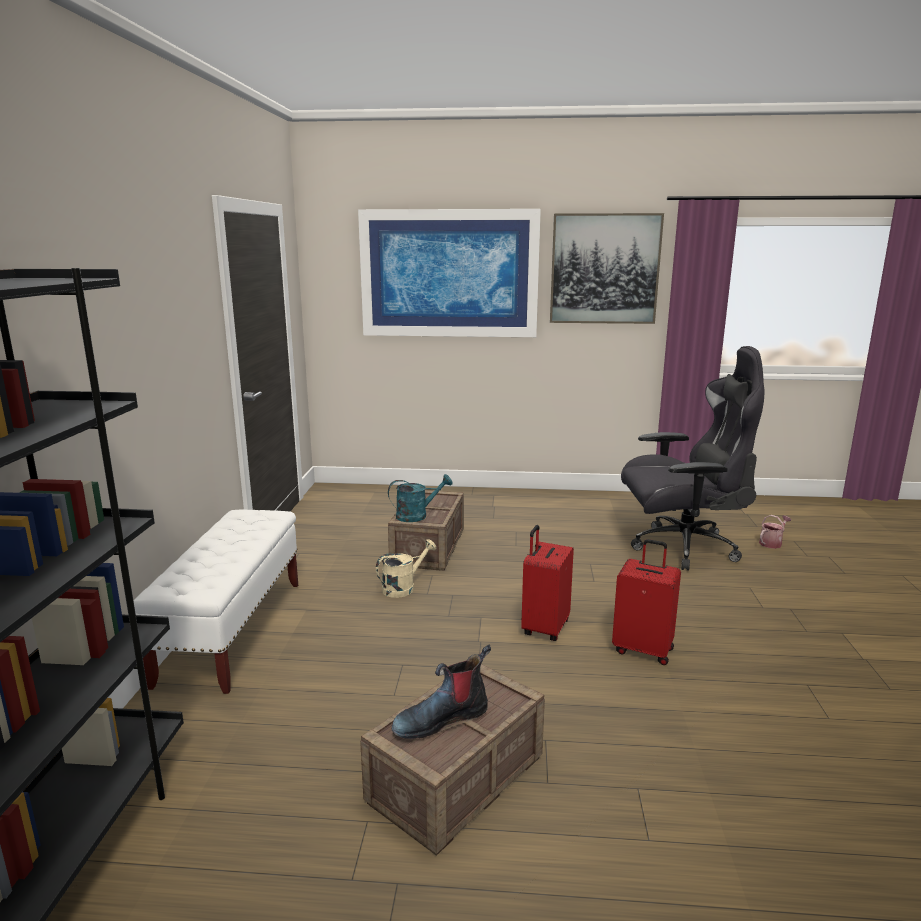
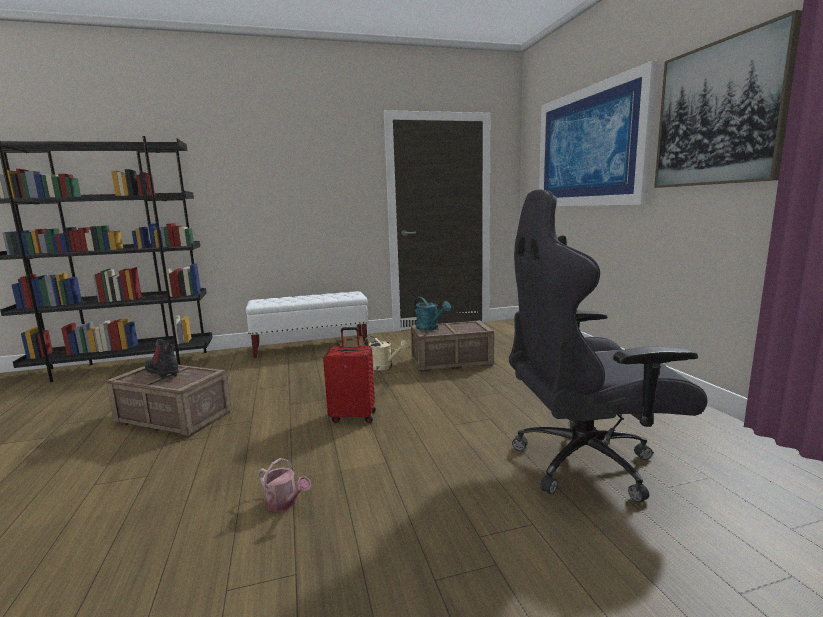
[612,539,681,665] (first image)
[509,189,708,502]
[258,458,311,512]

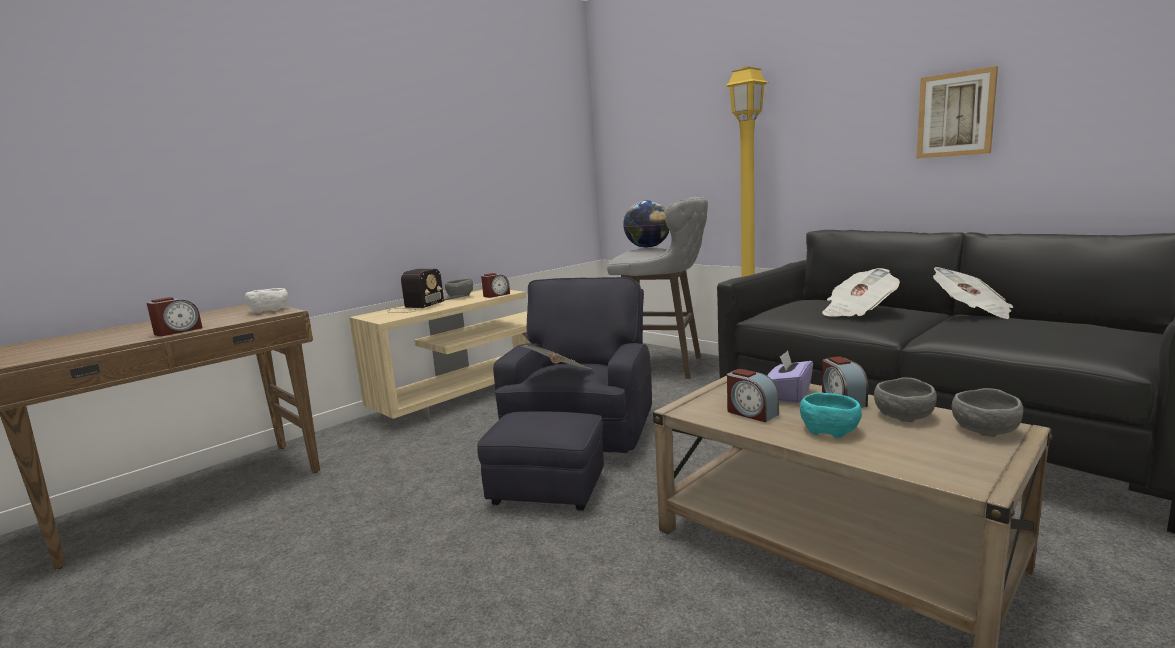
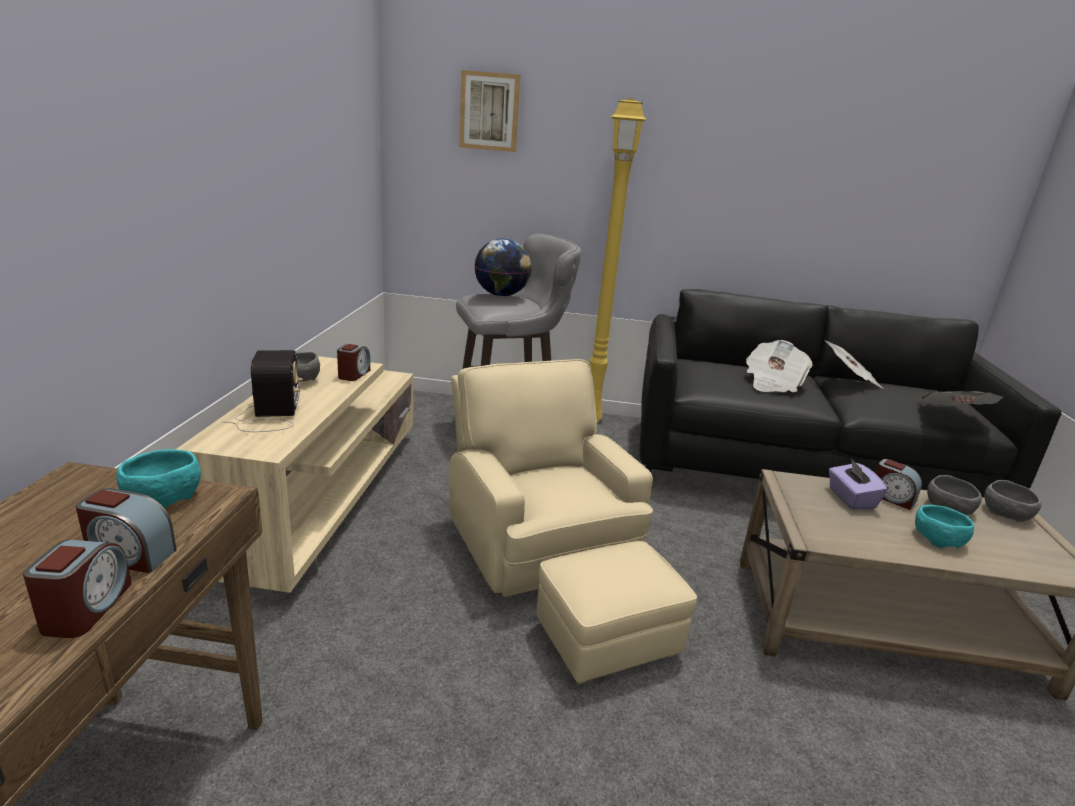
[116,449,201,509]
[449,359,697,685]
[918,391,1003,405]
[76,488,177,573]
[459,70,520,152]

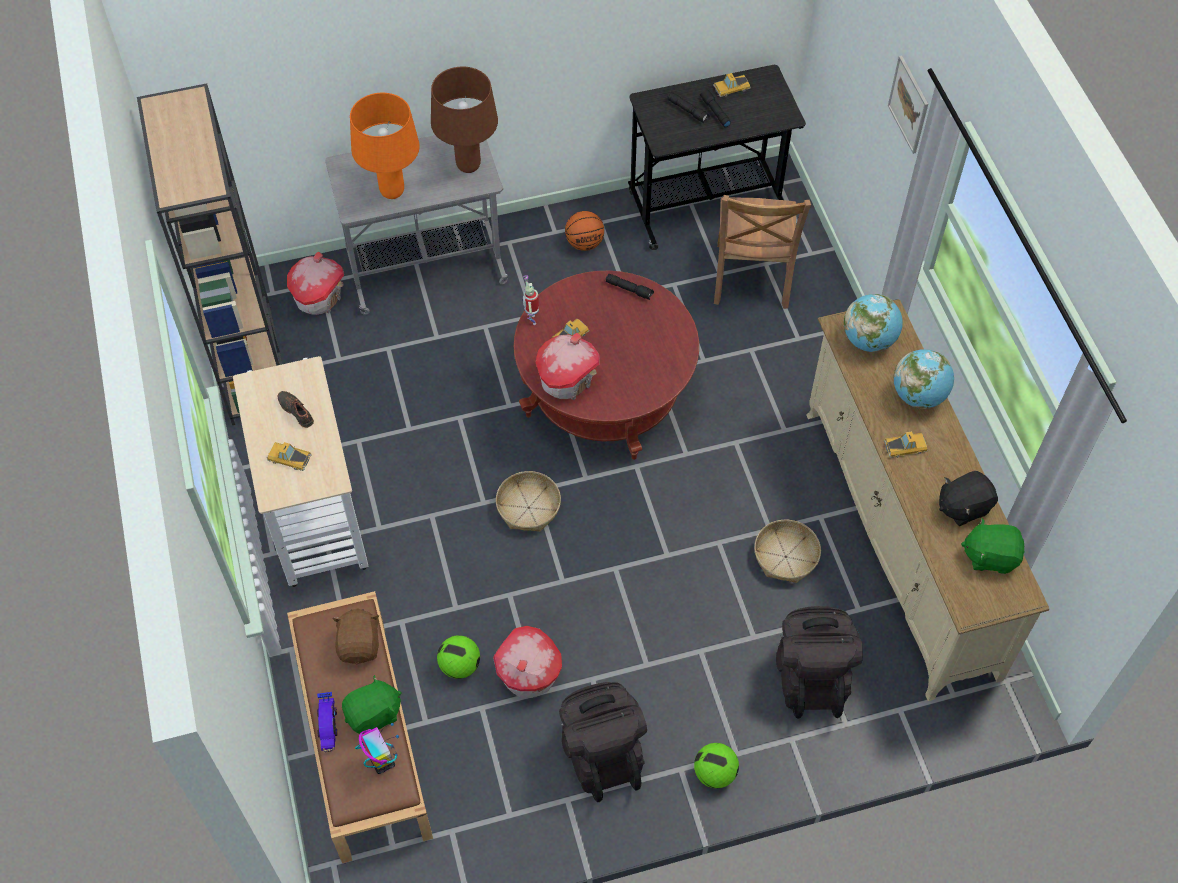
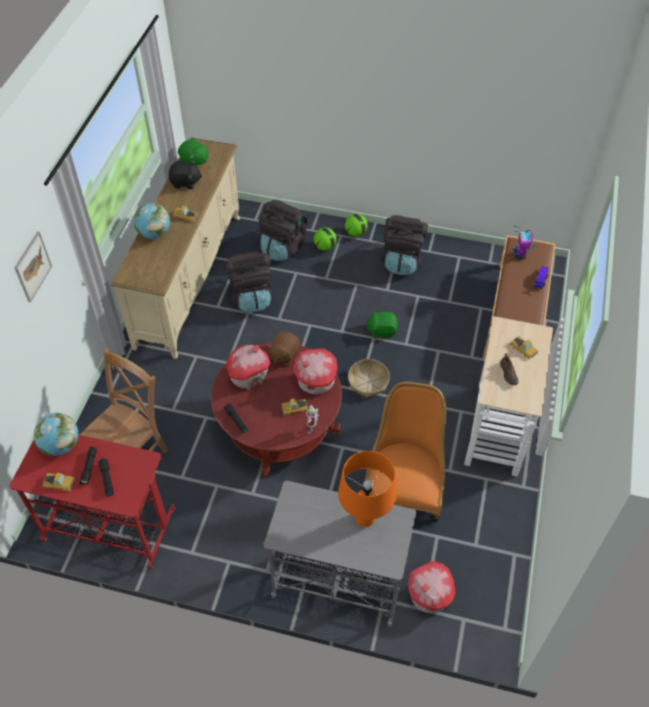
[137,84,282,425] (first image)
[267,332,300,366]
[365,310,398,338]
[431,67,498,173] (first image)
[314,227,337,251]
[227,345,270,390]
[565,211,604,251] (first image)
[10,434,176,569]
[224,251,272,313]
[34,413,78,456]
[365,382,446,522]

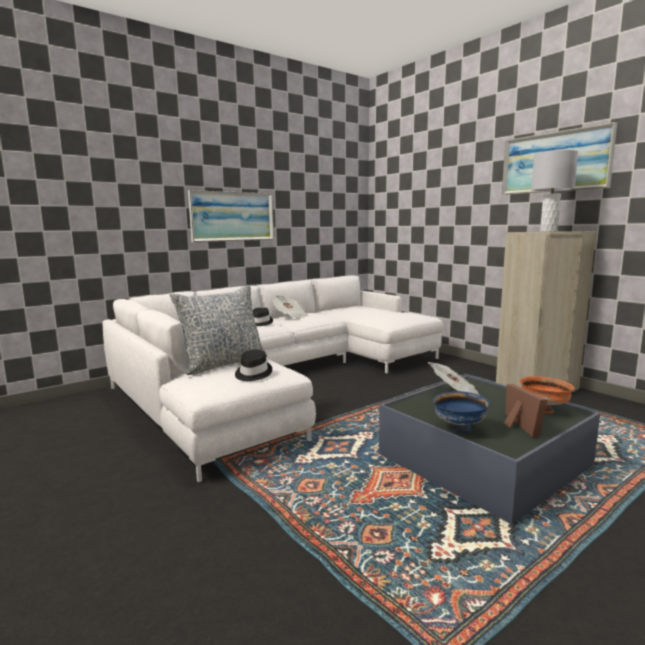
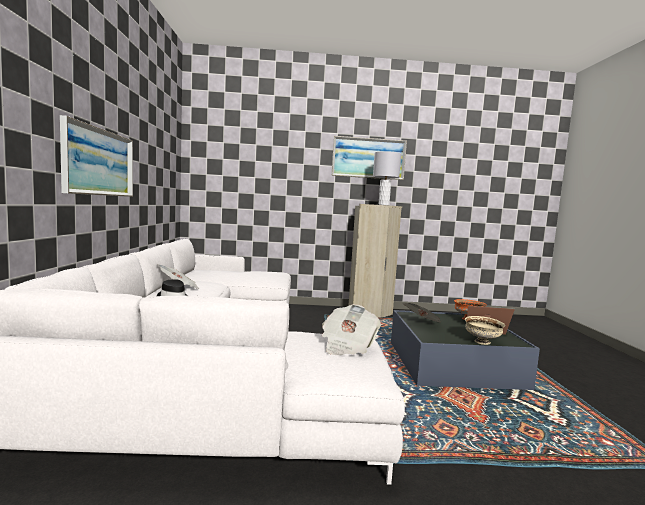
[169,285,268,375] (first image)
[322,304,381,355]
[465,316,505,345]

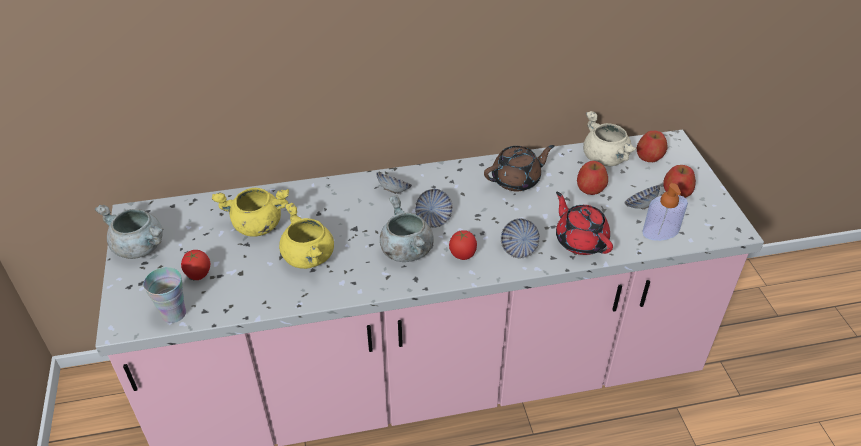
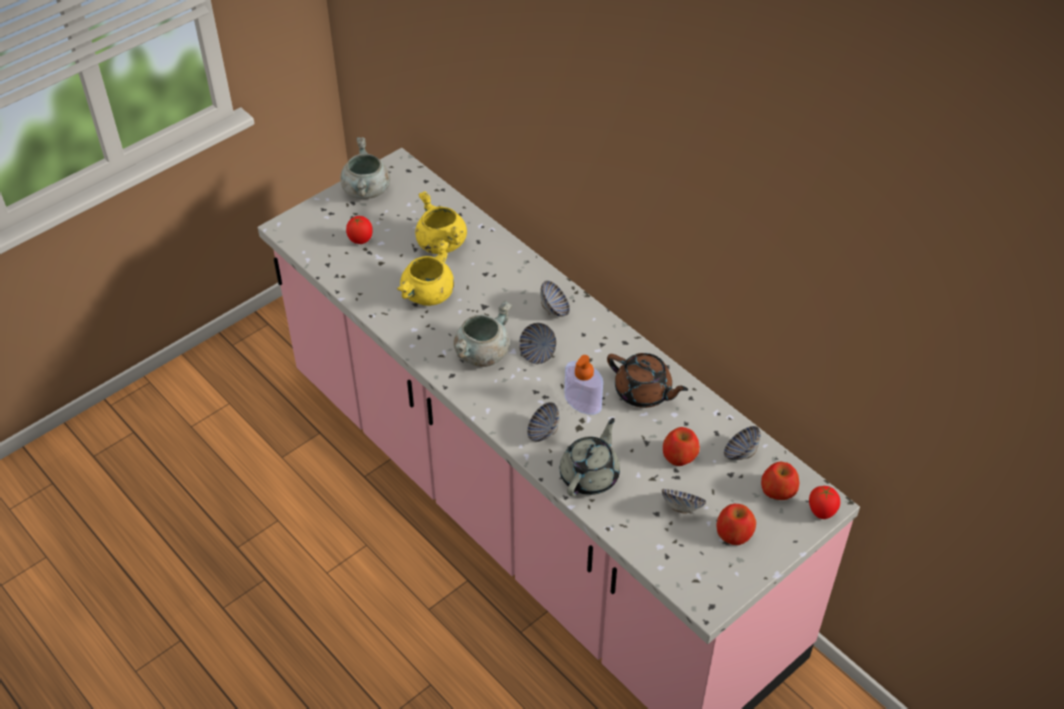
[143,267,186,323] (first image)
[809,486,840,519]
[560,418,620,496]
[724,426,761,460]
[564,355,603,415]

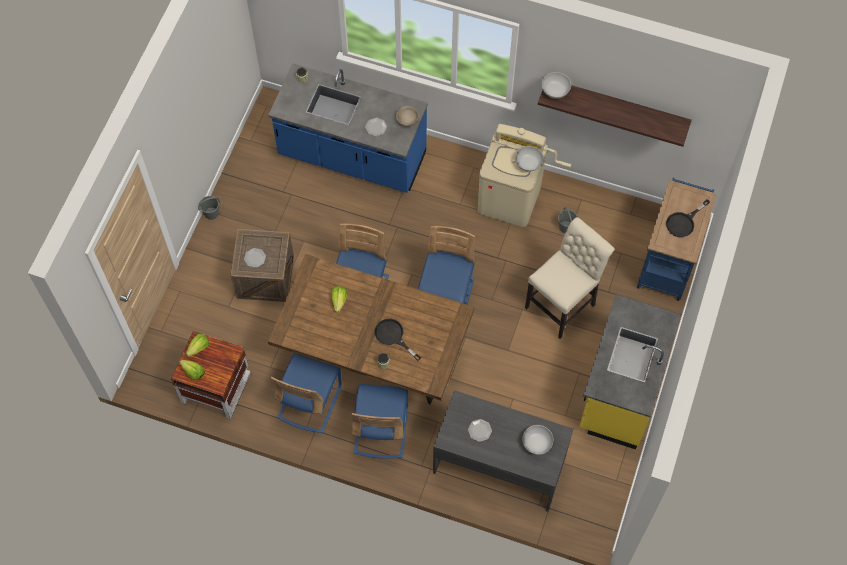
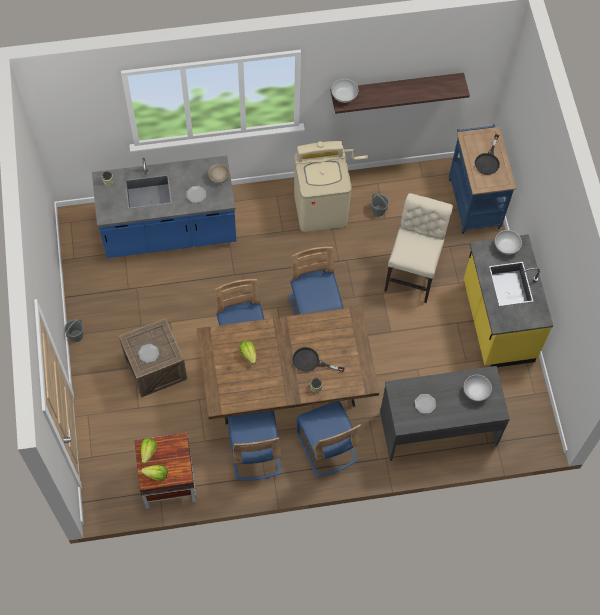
[495,230,522,255]

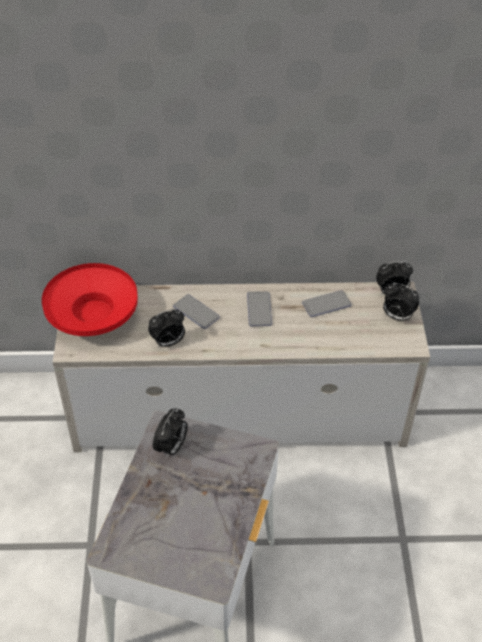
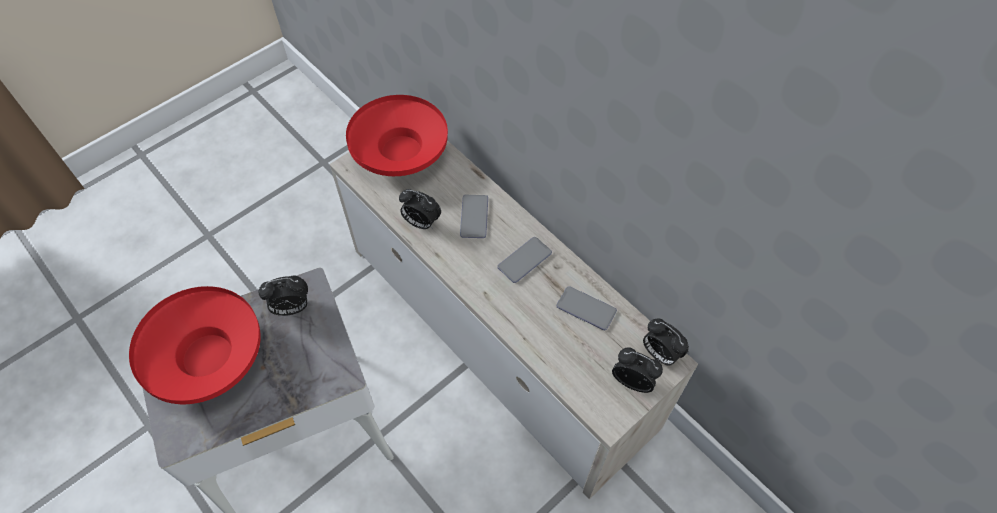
[612,347,663,393]
[129,286,261,404]

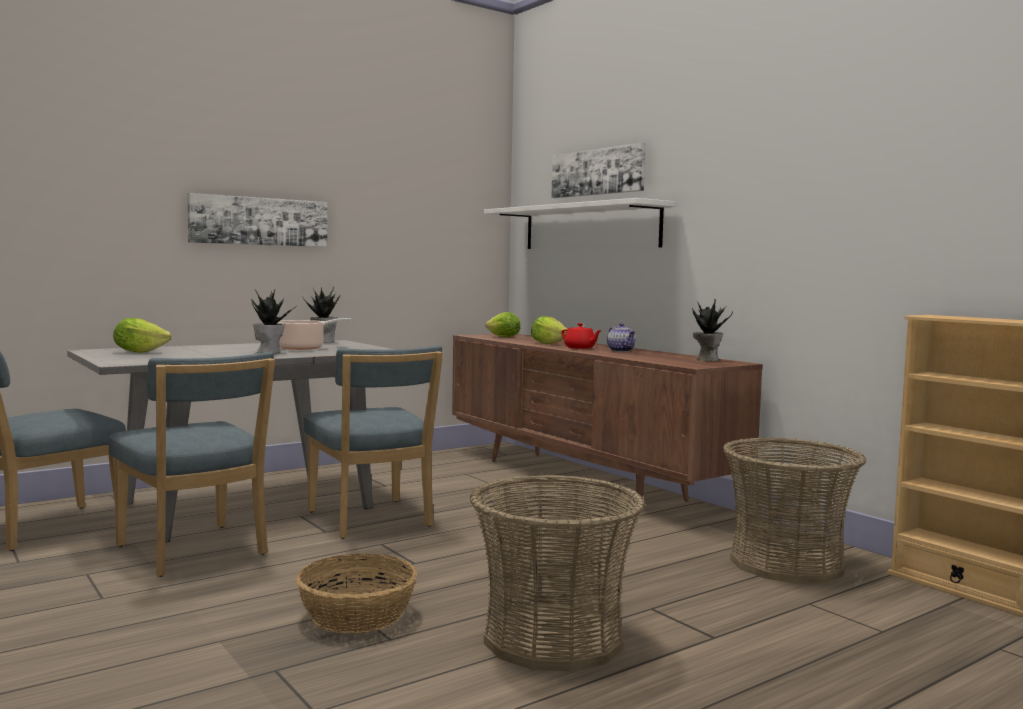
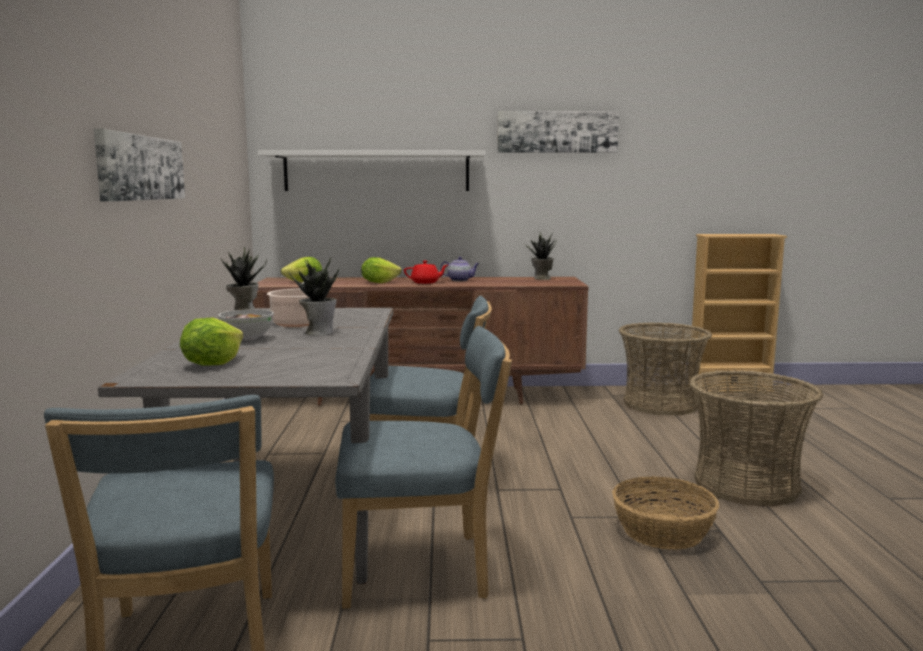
[497,111,619,153]
[218,309,274,341]

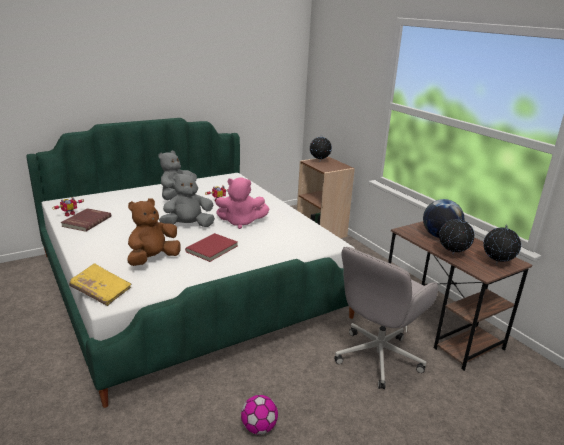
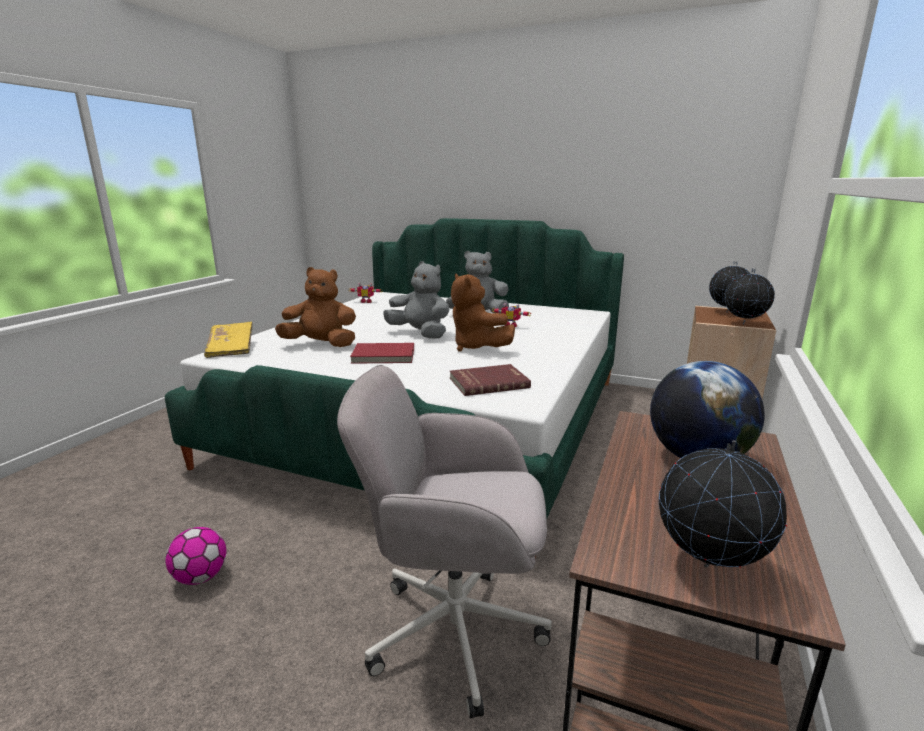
[450,364,531,396]
[451,273,515,352]
[724,268,775,324]

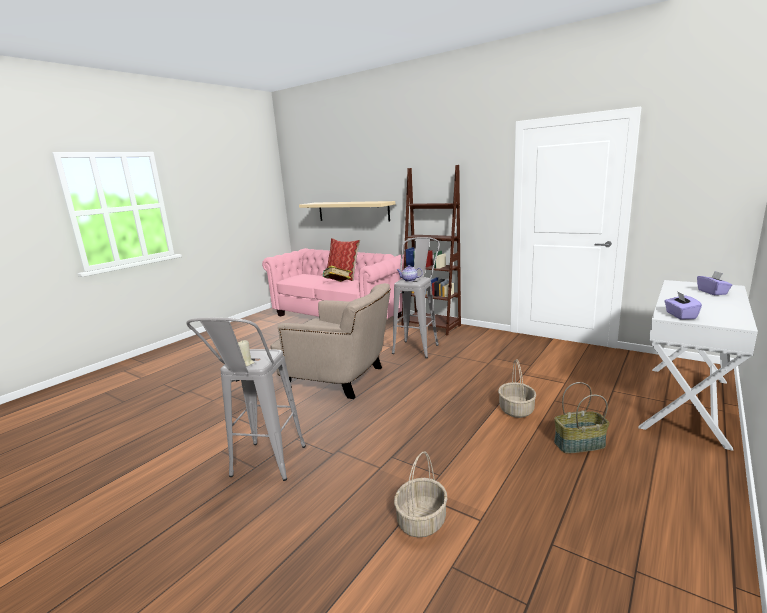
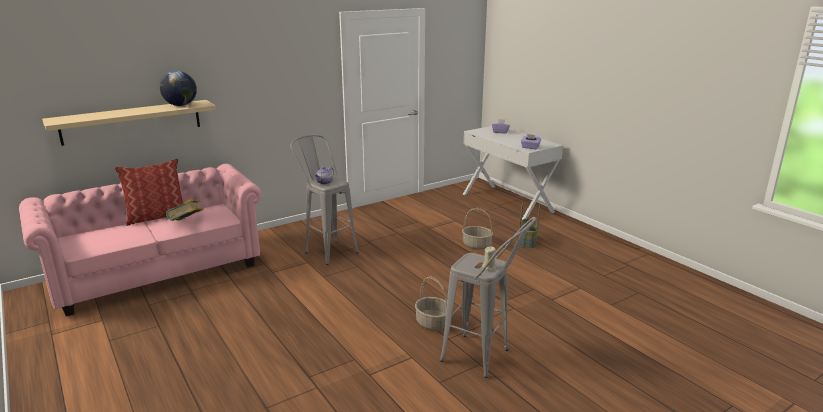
[271,283,391,399] (first image)
[415,276,447,331]
[401,165,461,335] (first image)
[160,71,197,106]

